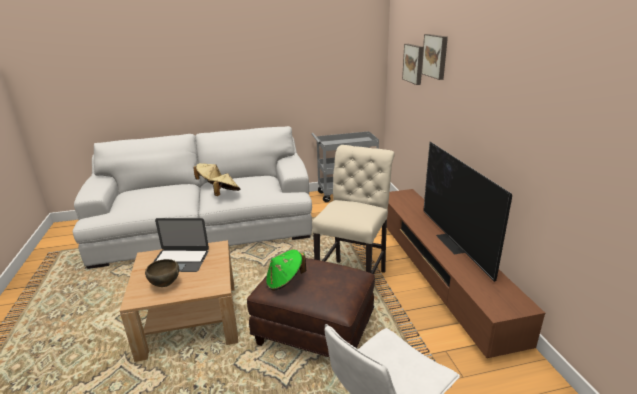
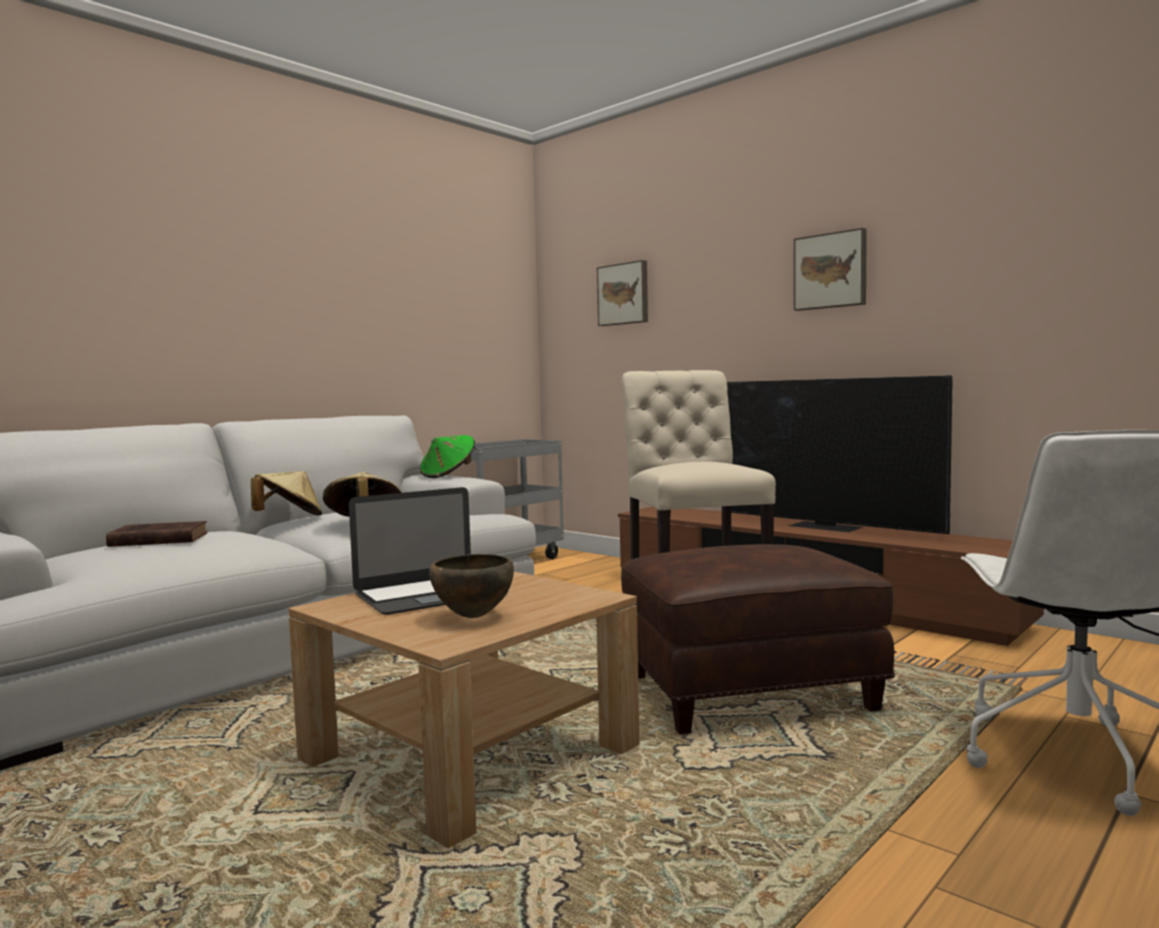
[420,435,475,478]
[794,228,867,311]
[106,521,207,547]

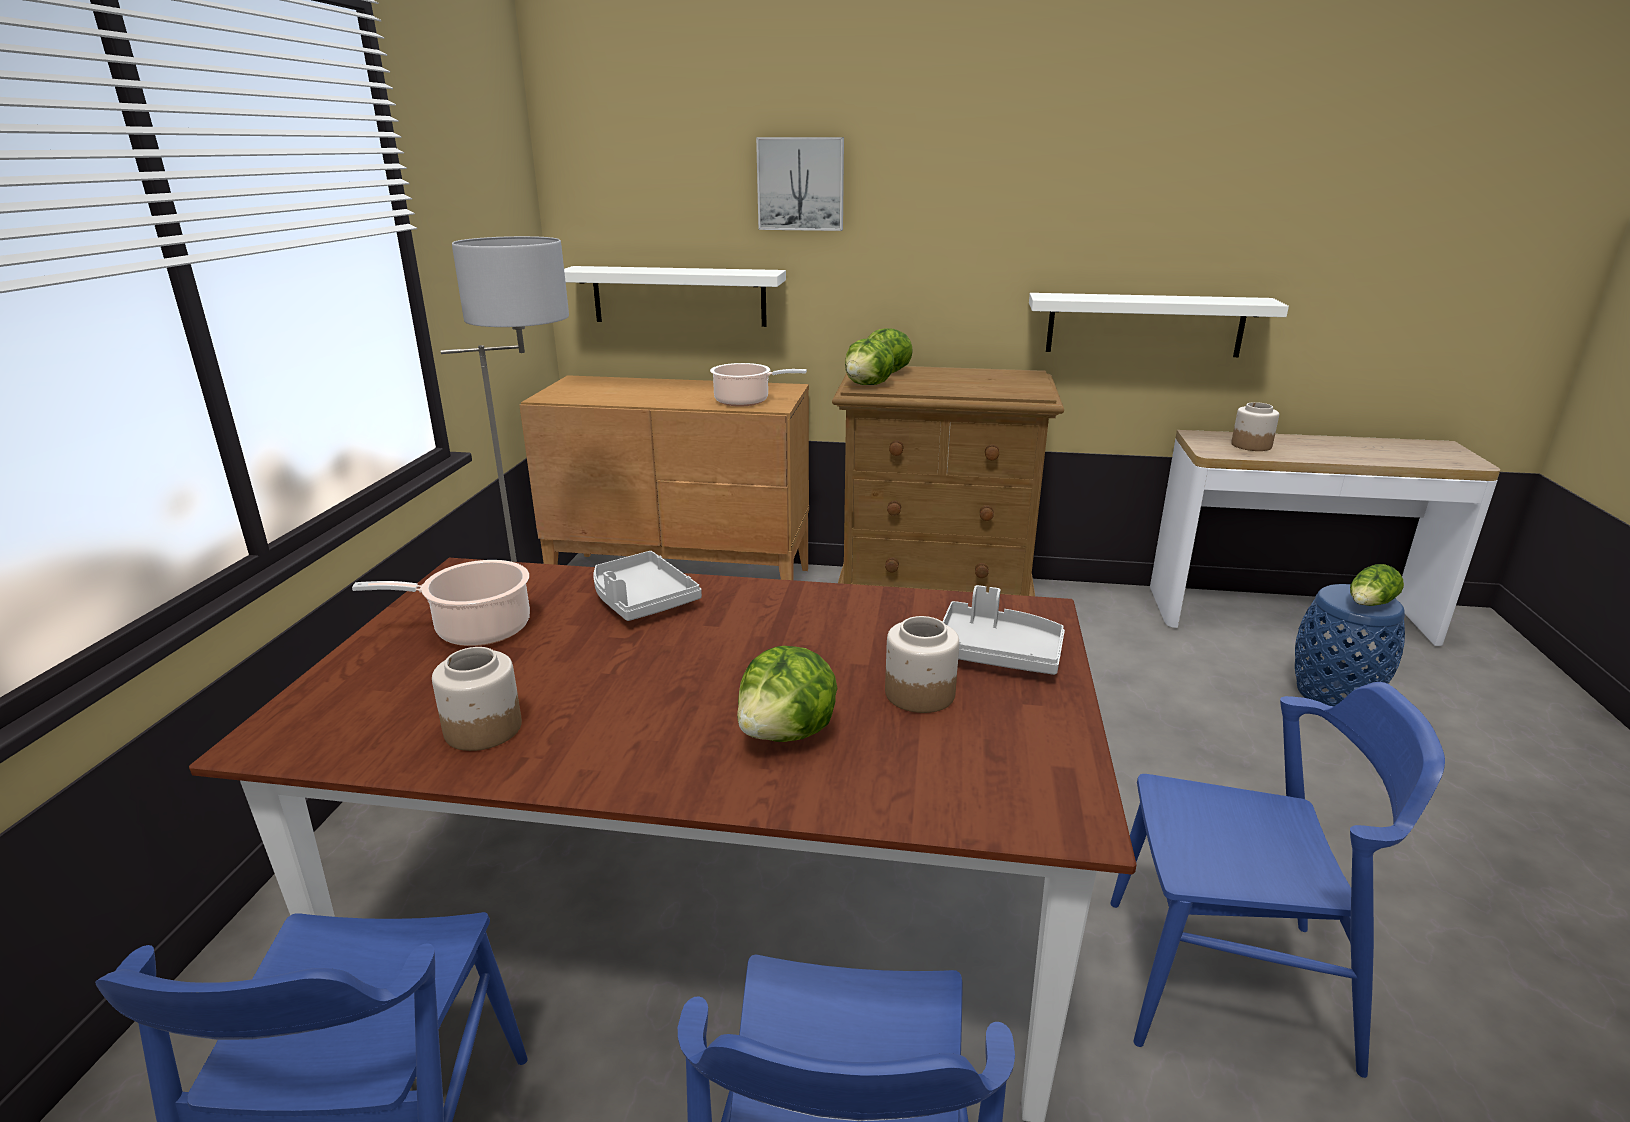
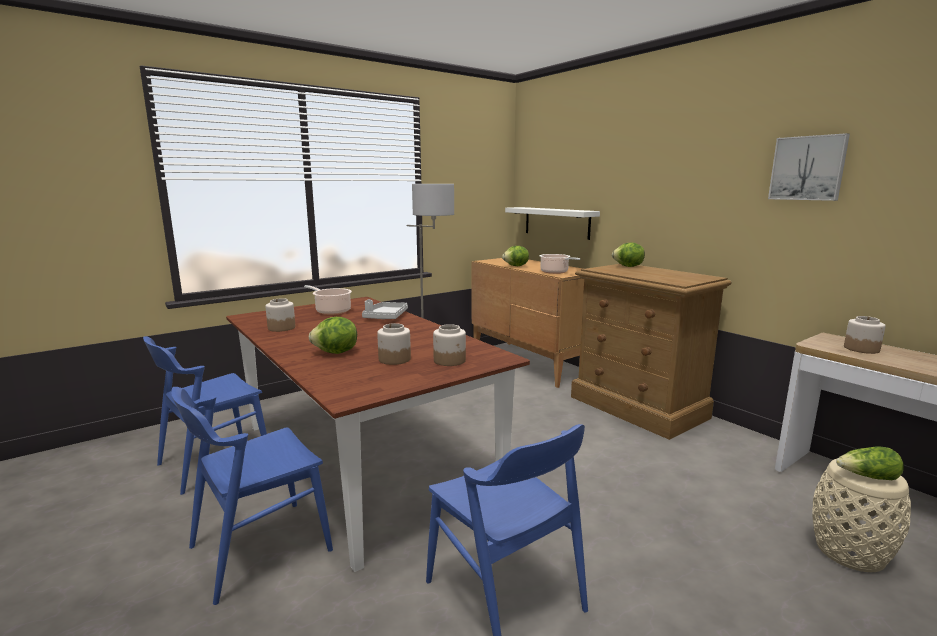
[768,133,850,201]
[502,246,529,266]
[433,324,466,366]
[1029,293,1289,357] (first image)
[812,459,911,572]

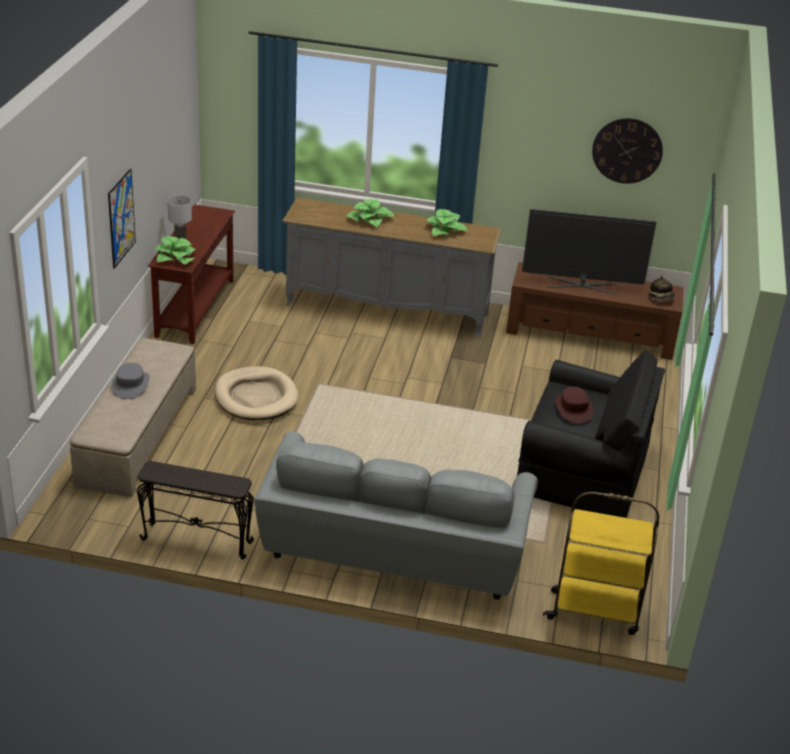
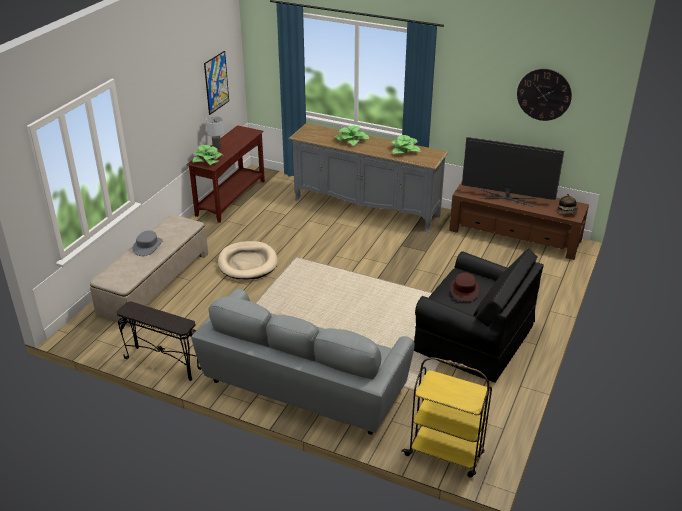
[204,51,229,115]

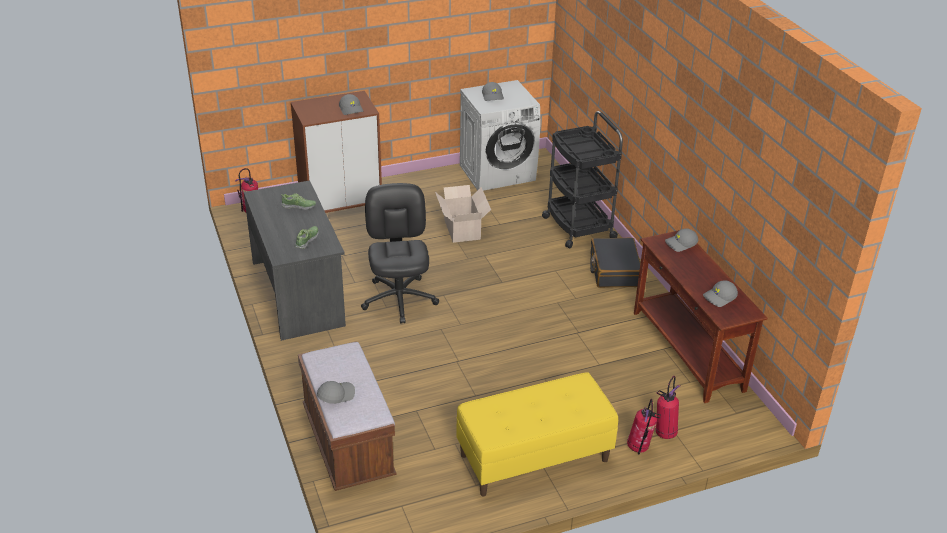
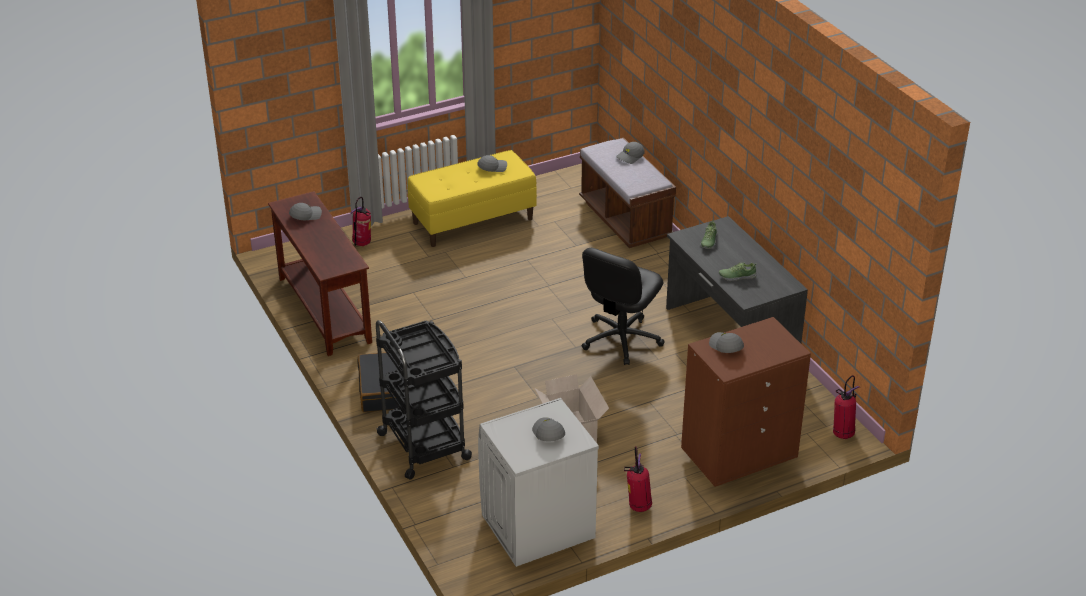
[582,248,665,365]
[624,446,652,512]
[477,155,507,172]

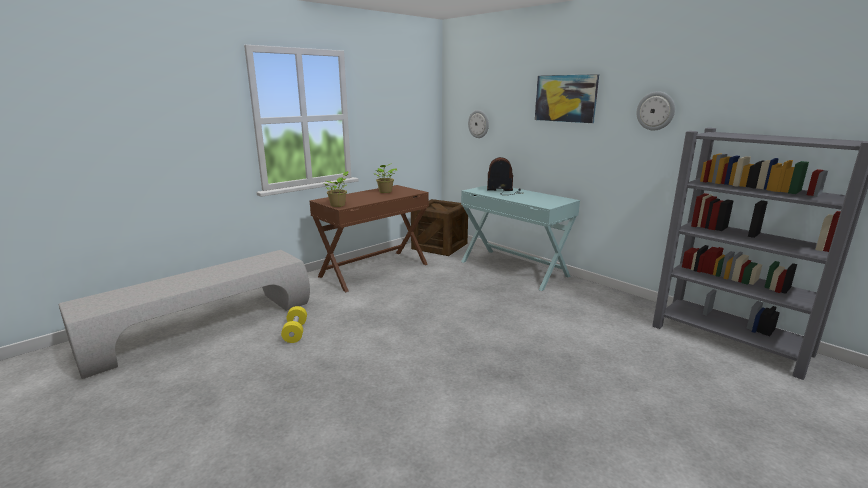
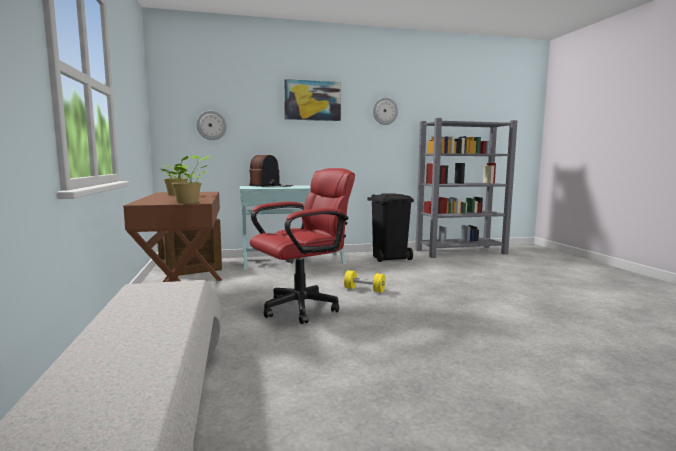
[344,270,385,293]
[250,168,355,324]
[367,193,414,262]

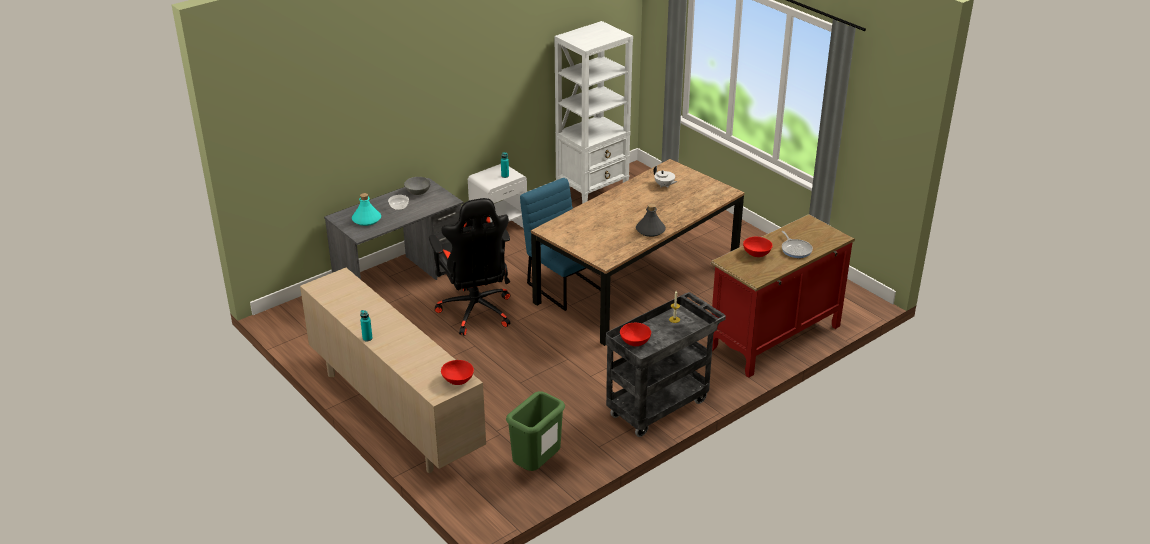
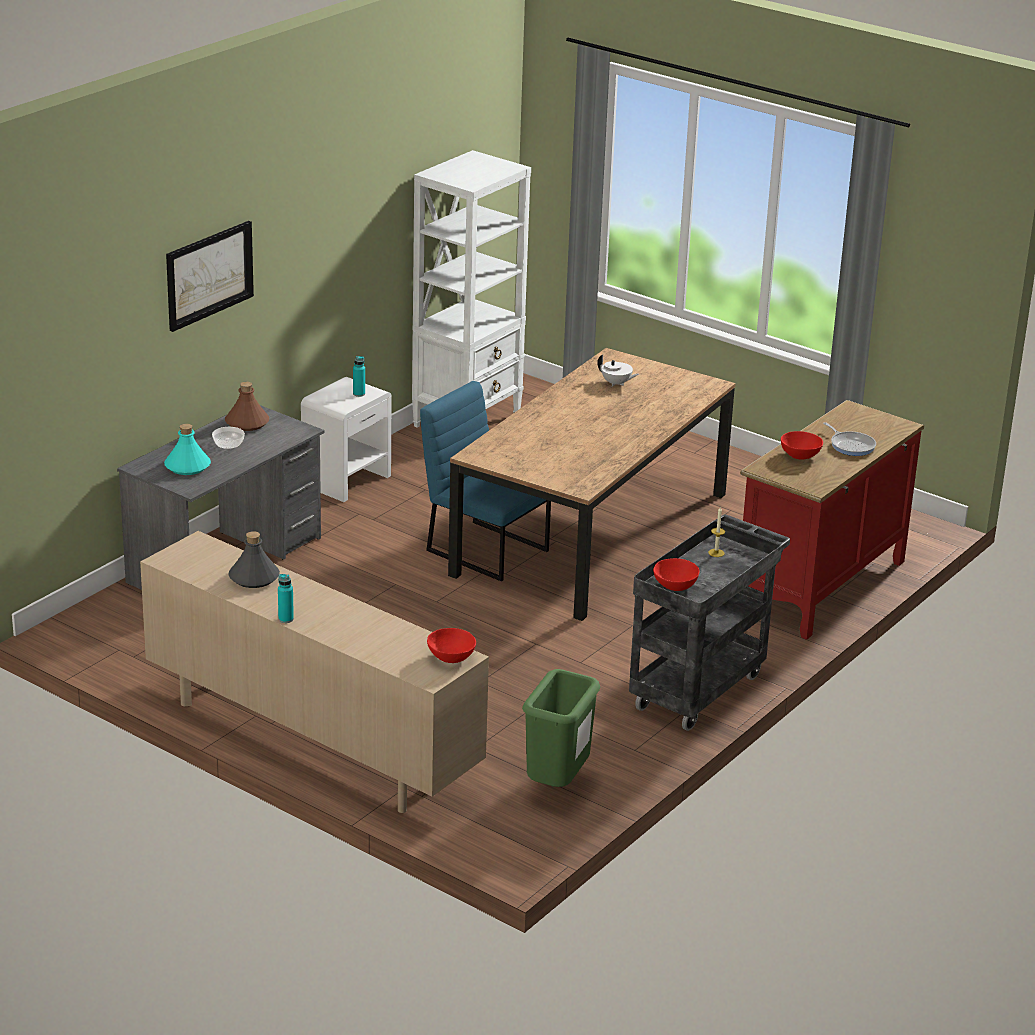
[225,382,269,431]
[429,198,510,336] (first image)
[228,531,280,588]
[166,221,254,332]

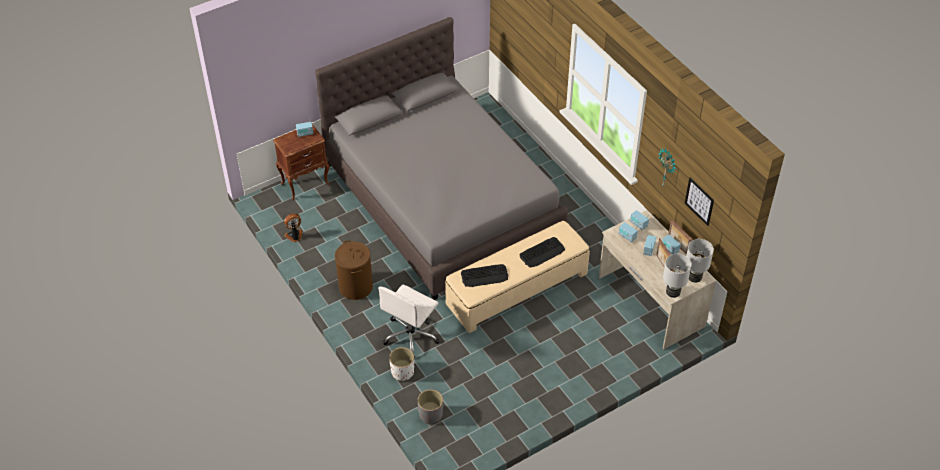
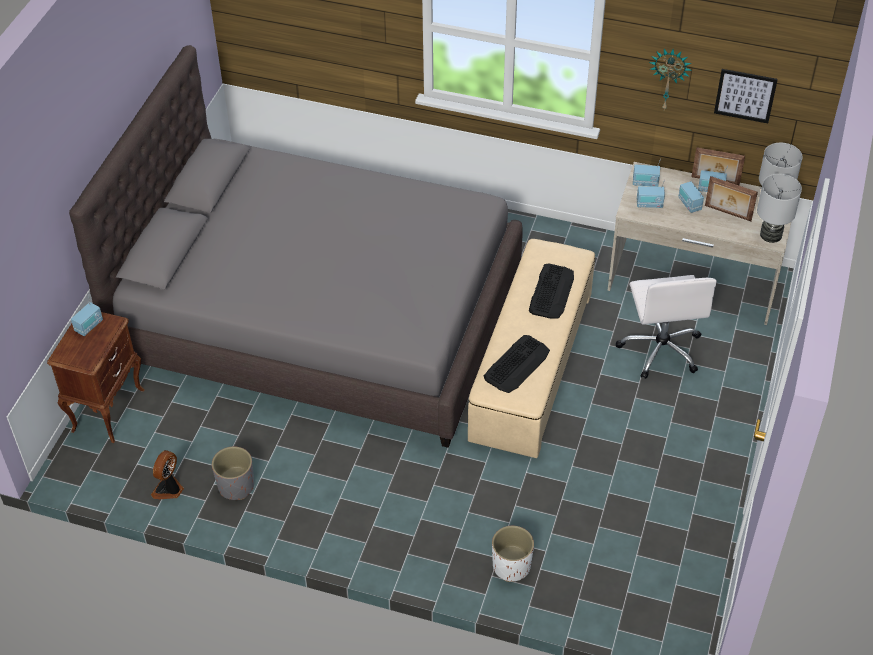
[335,240,373,300] (first image)
[616,275,717,379]
[212,446,254,500]

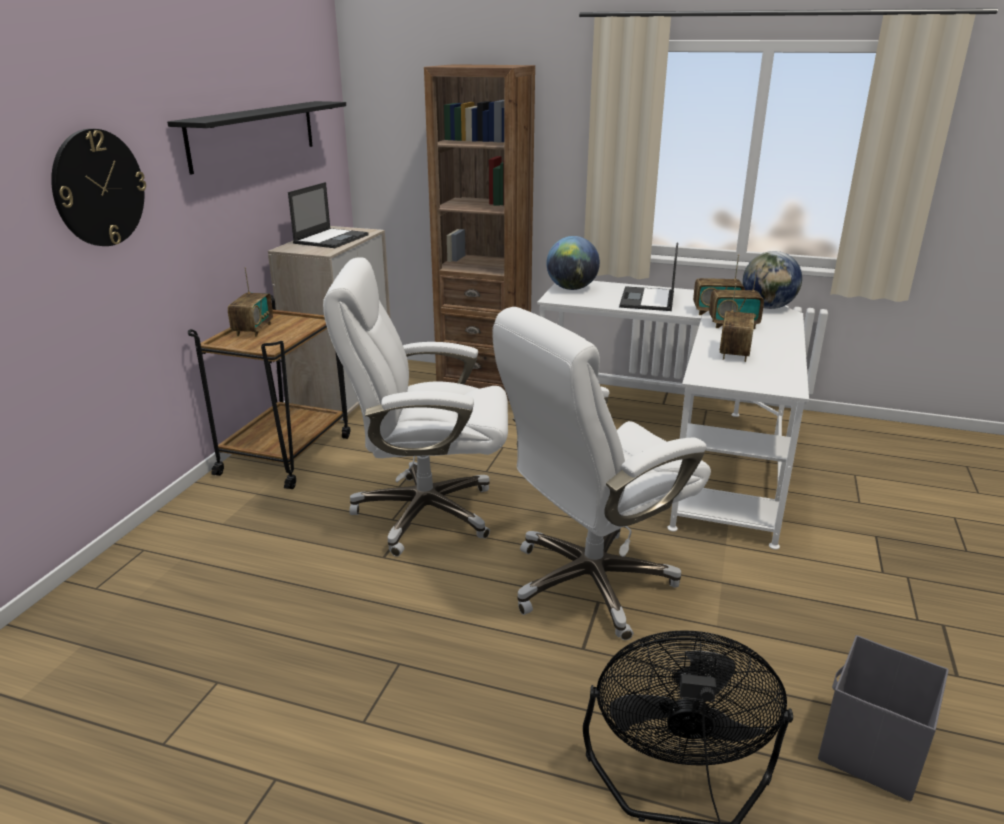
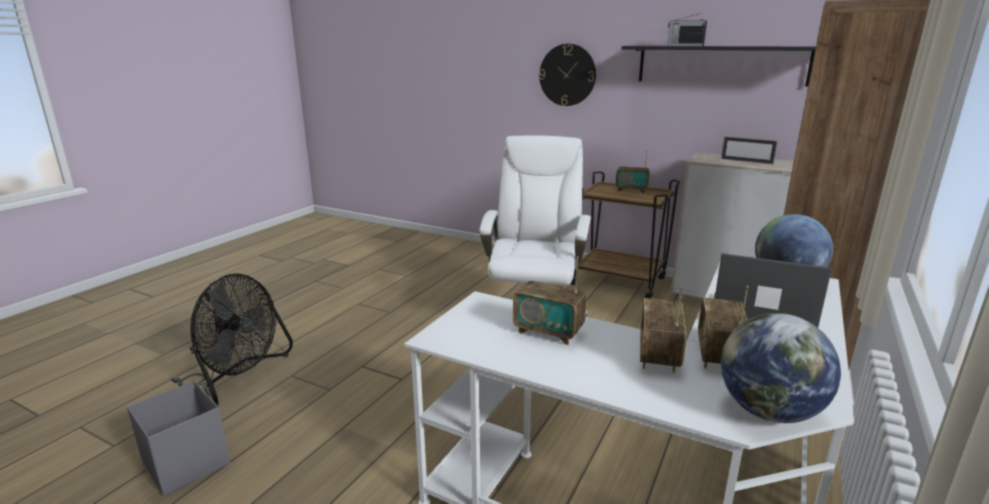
[721,136,778,164]
[492,307,711,640] (first image)
[667,13,707,46]

